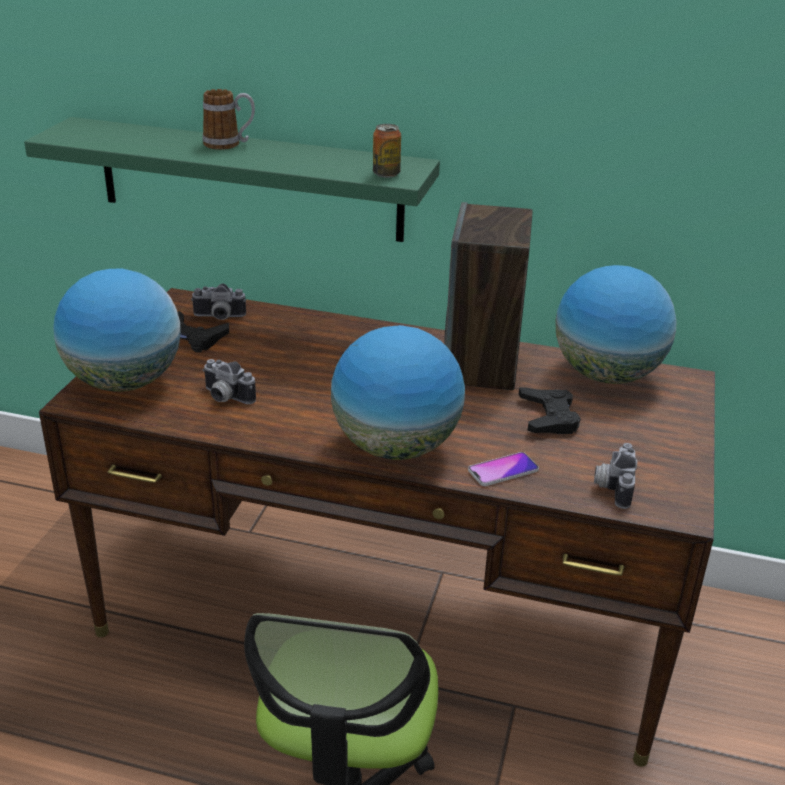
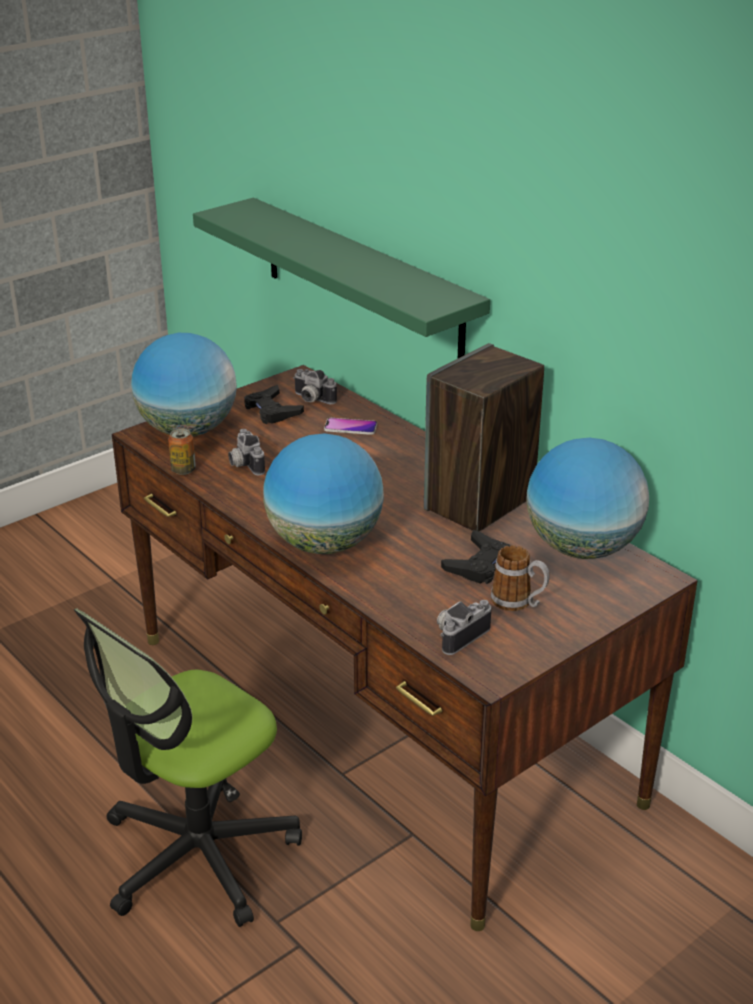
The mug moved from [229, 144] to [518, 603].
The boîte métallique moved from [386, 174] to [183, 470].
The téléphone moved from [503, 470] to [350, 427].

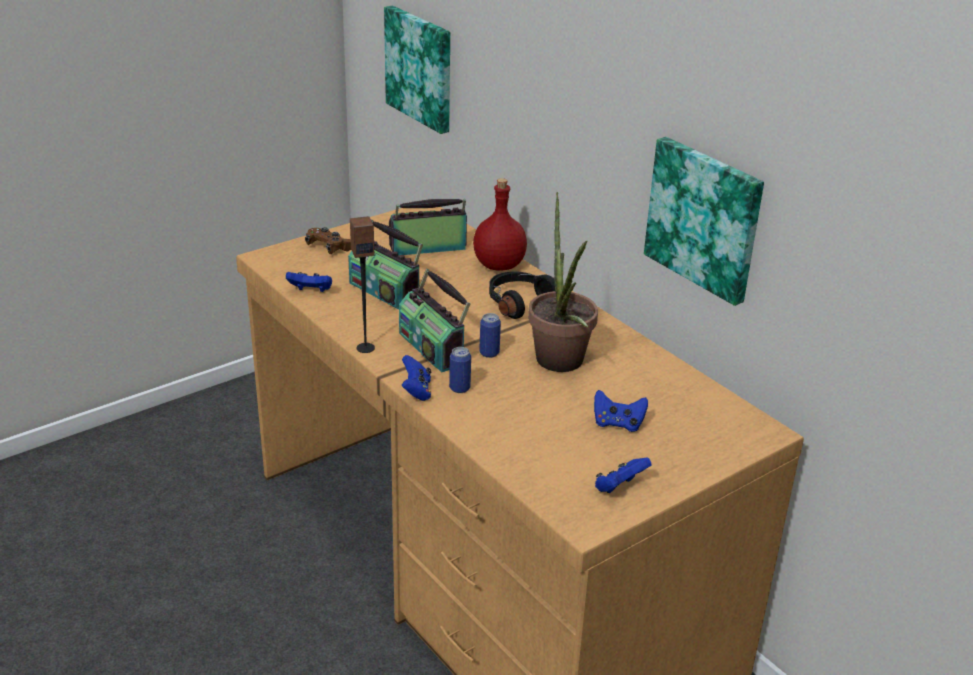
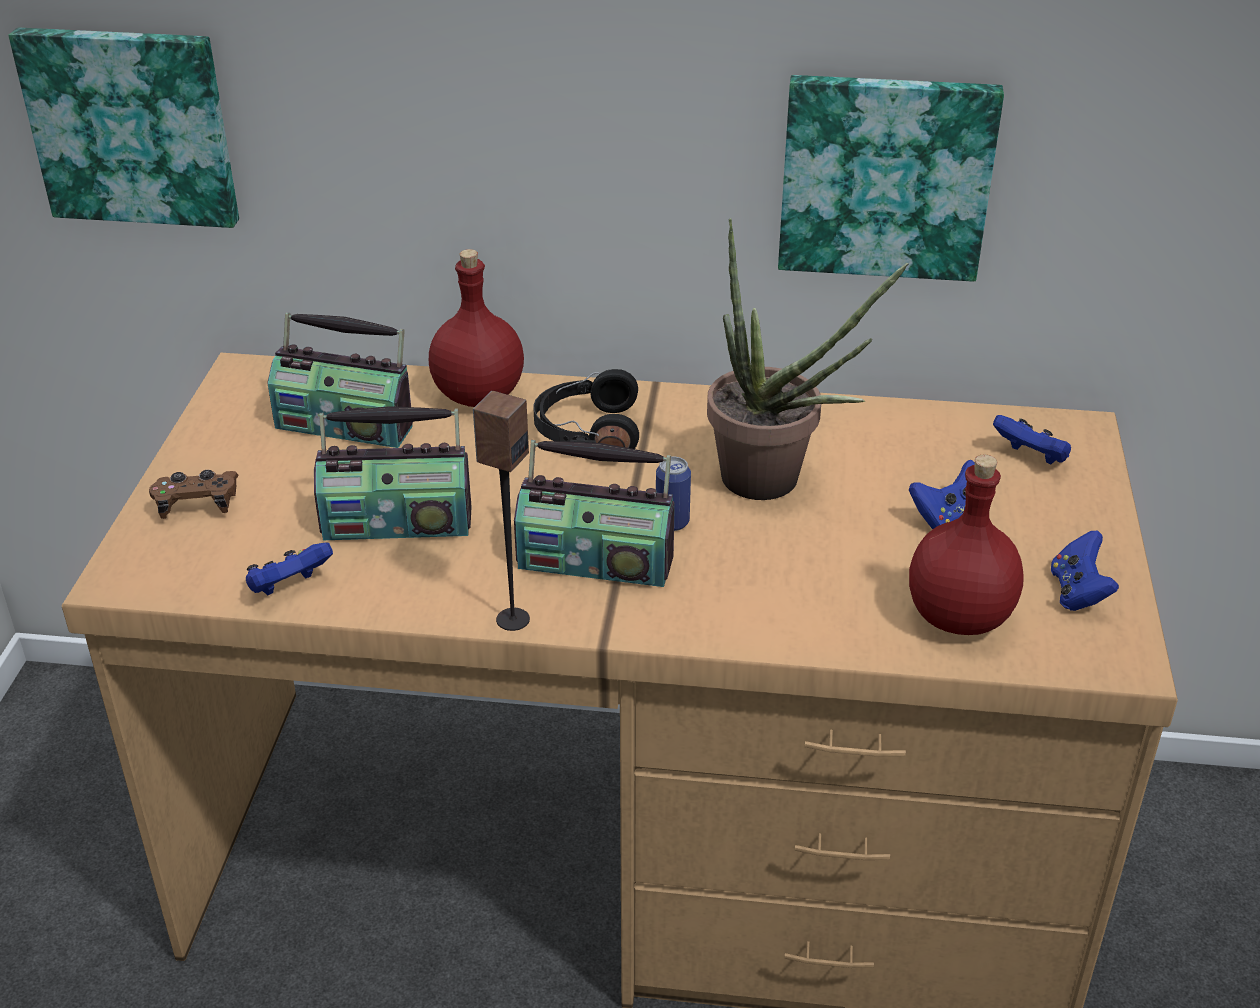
The radio at [428, 248] turned 105 degrees counterclockwise.
The boîte métallique at [459, 388] disappeared.
The manette/bleu moved from [416, 391] to [1031, 457].
The bouteille/rouge at [961, 618] appeared.

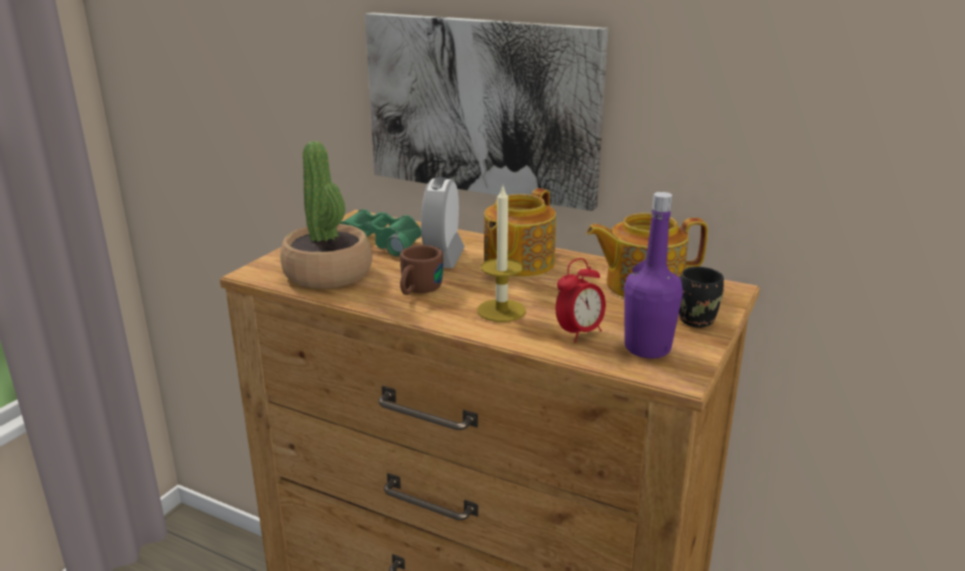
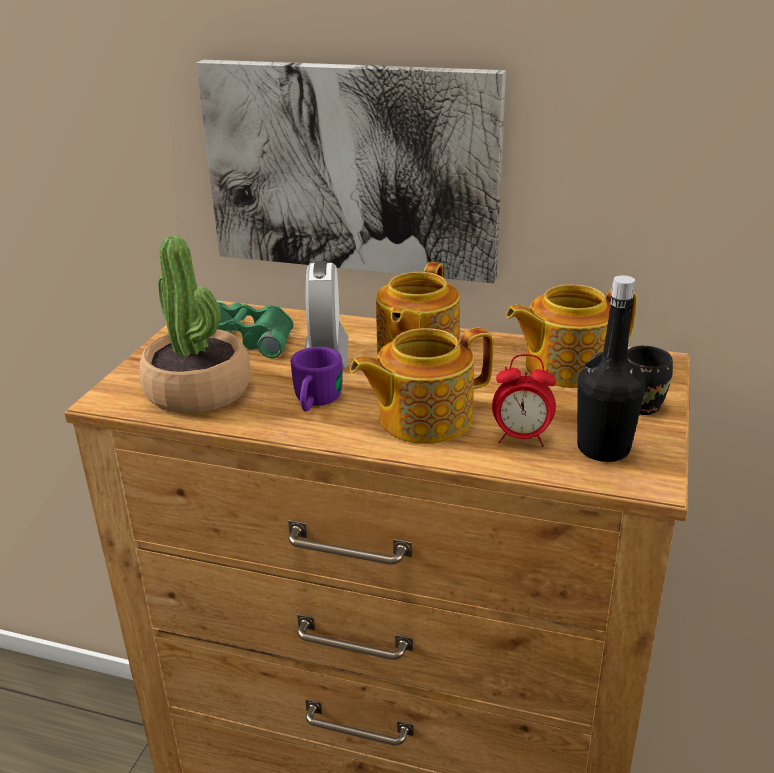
The bougie at [501, 310] was replaced by the théière at [422, 418].
The bouteille/violet at [647, 348] became the bouteille/noir at [603, 448].
The mug/marron at [417, 291] became the mug/violet at [315, 402].
The réveil at [579, 333] turned 60 degrees clockwise.

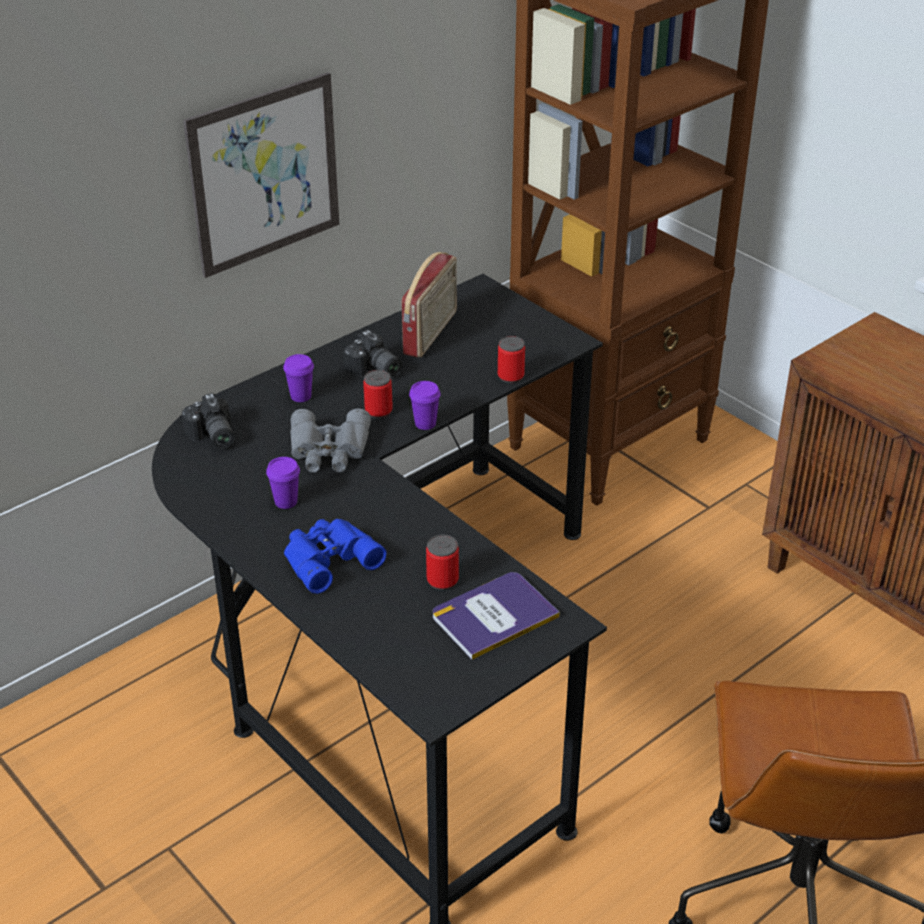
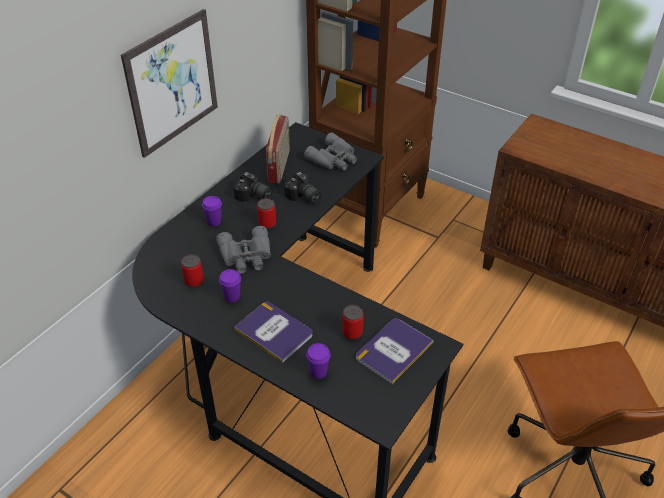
The boîte métallique moved from [510, 376] to [194, 281].
The tasse/violet moved from [425, 423] to [318, 372].
The appareil photo moved from [212, 437] to [303, 197].
The jumelles/bleu at [328, 558] was replaced by the livre at [274, 331].
The jumelles/gris at [334, 159] appeared.

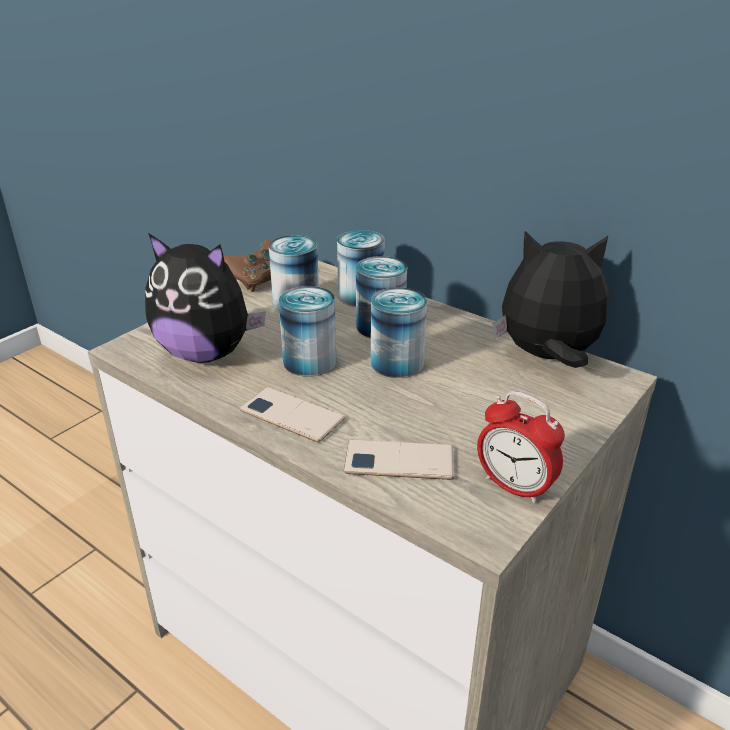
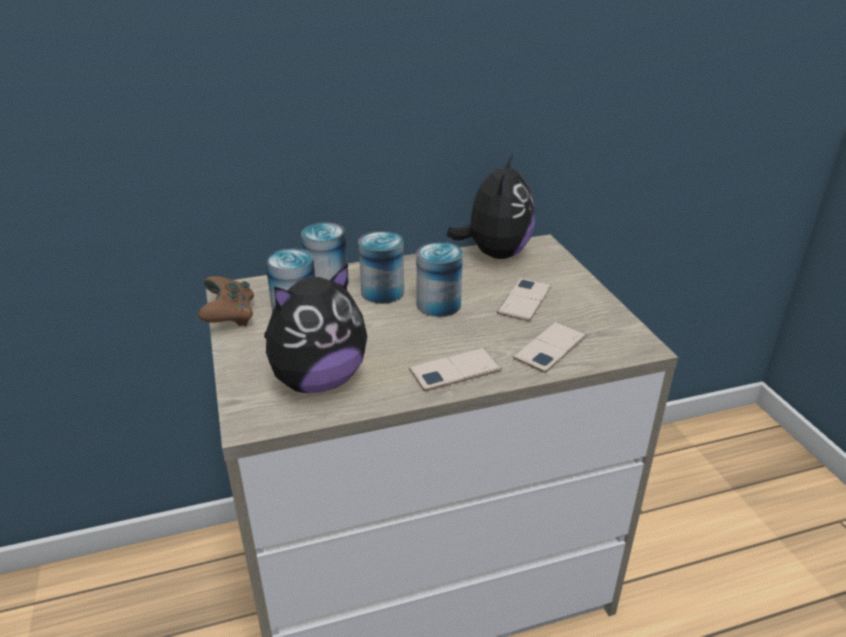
The peluche at [547, 357] turned 150 degrees clockwise.
The boîte métallique at [309, 361] disappeared.
The réveil at [514, 487] disappeared.
The téléphone at [524, 300] appeared.

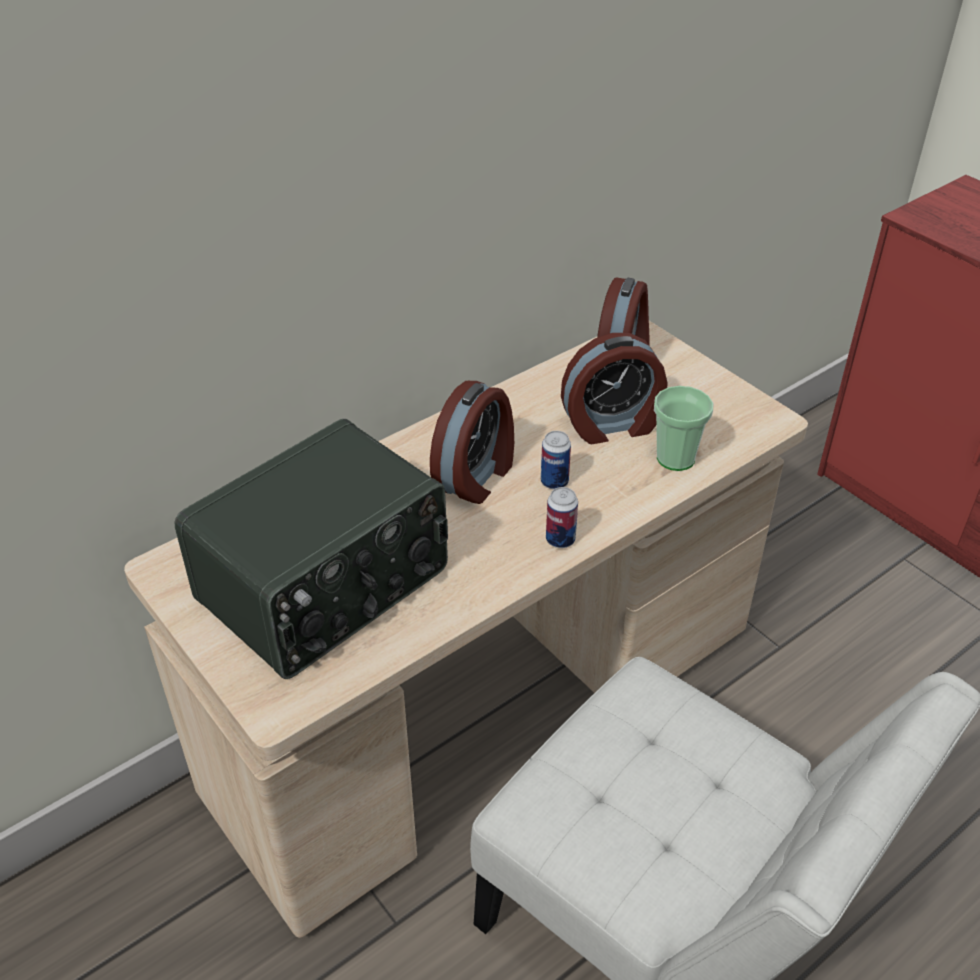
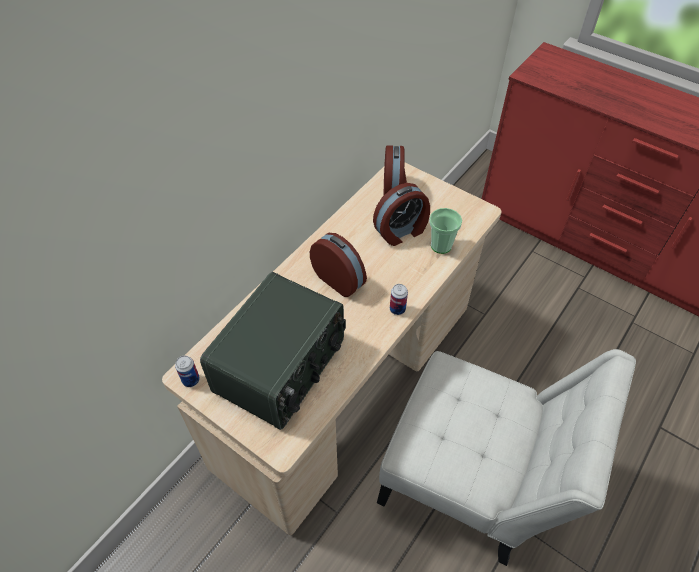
The réveil at [477, 476] turned 60 degrees counterclockwise.
The boîte métallique moved from [554, 482] to [191, 380].

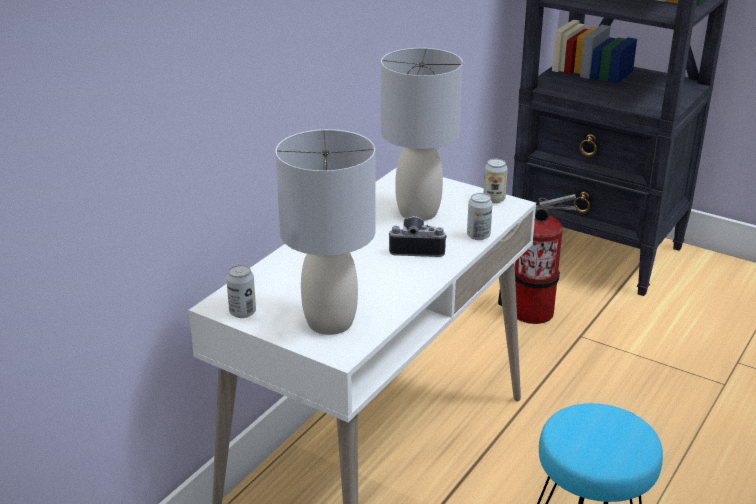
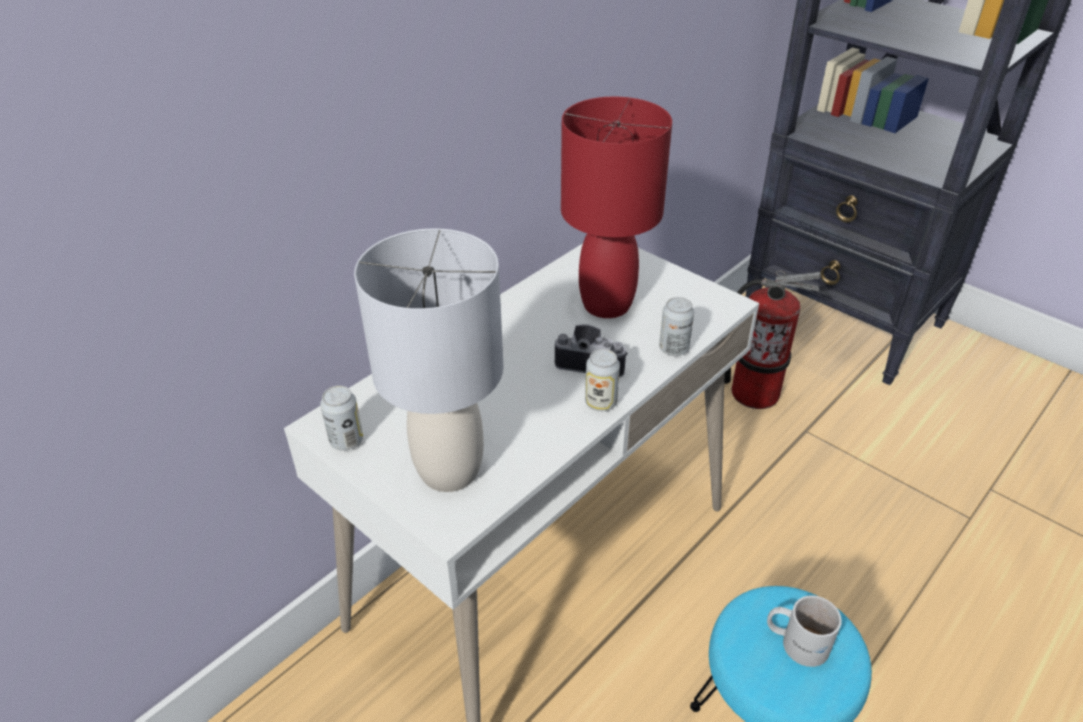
The lampe de table/gris at [417, 212] became the lampe de table/rouge at [605, 305].
The boîte métallique moved from [494, 199] to [601, 403].
The mug/blanc at [797, 640] appeared.

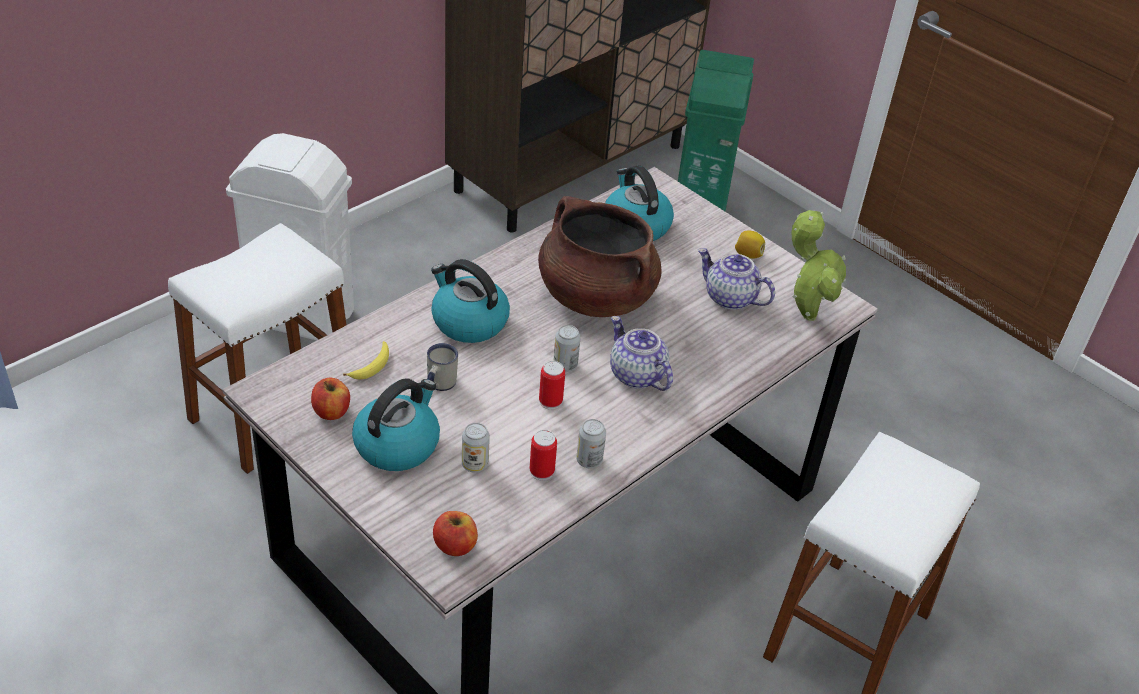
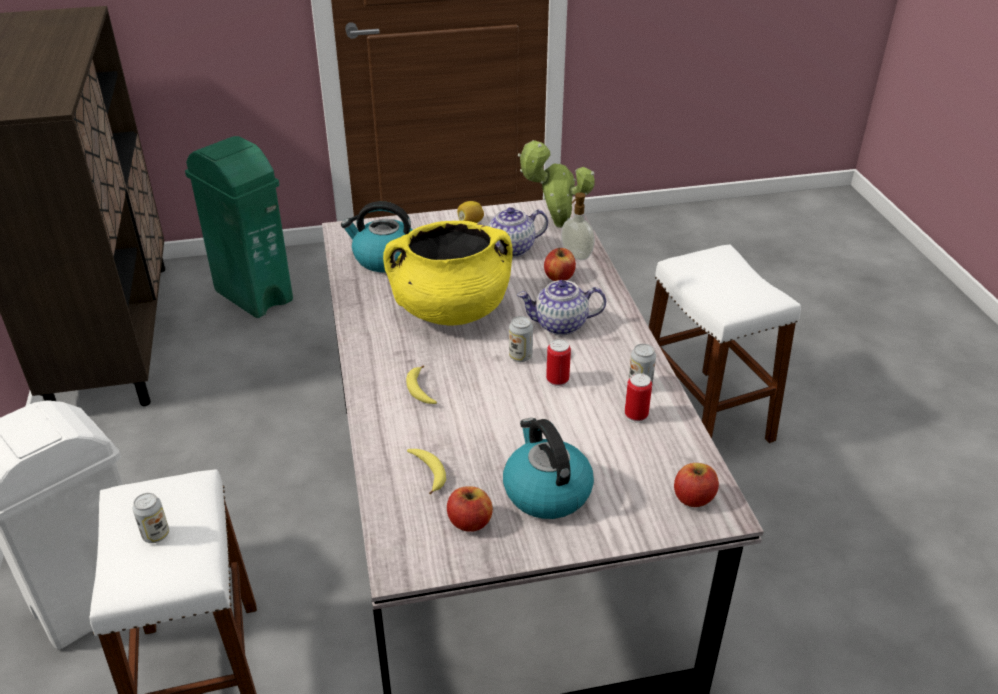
The marmite/marron at [595, 296] became the marmite/jaune at [451, 310].
The bouilloire at [468, 322] was replaced by the banane at [420, 390].
The mug/blanc at [439, 385] disappeared.
The boîte métallique moved from [475, 464] to [156, 535].
The distributeur de savon at [576, 256] appeared.
The pomme at [559, 277] appeared.

